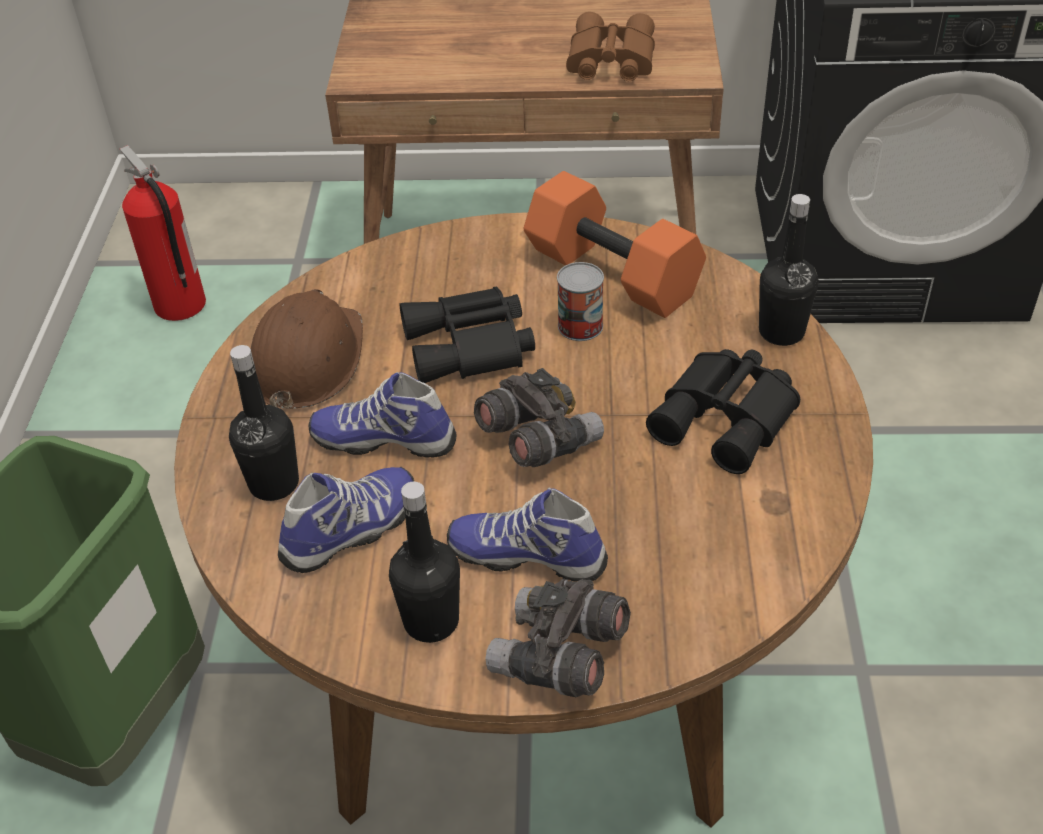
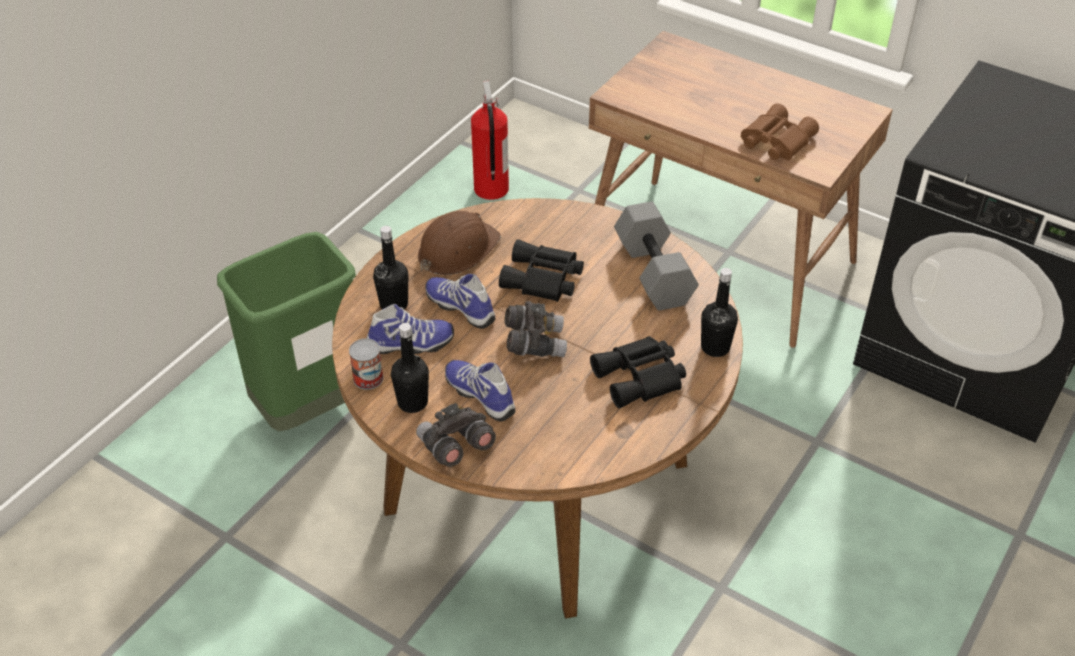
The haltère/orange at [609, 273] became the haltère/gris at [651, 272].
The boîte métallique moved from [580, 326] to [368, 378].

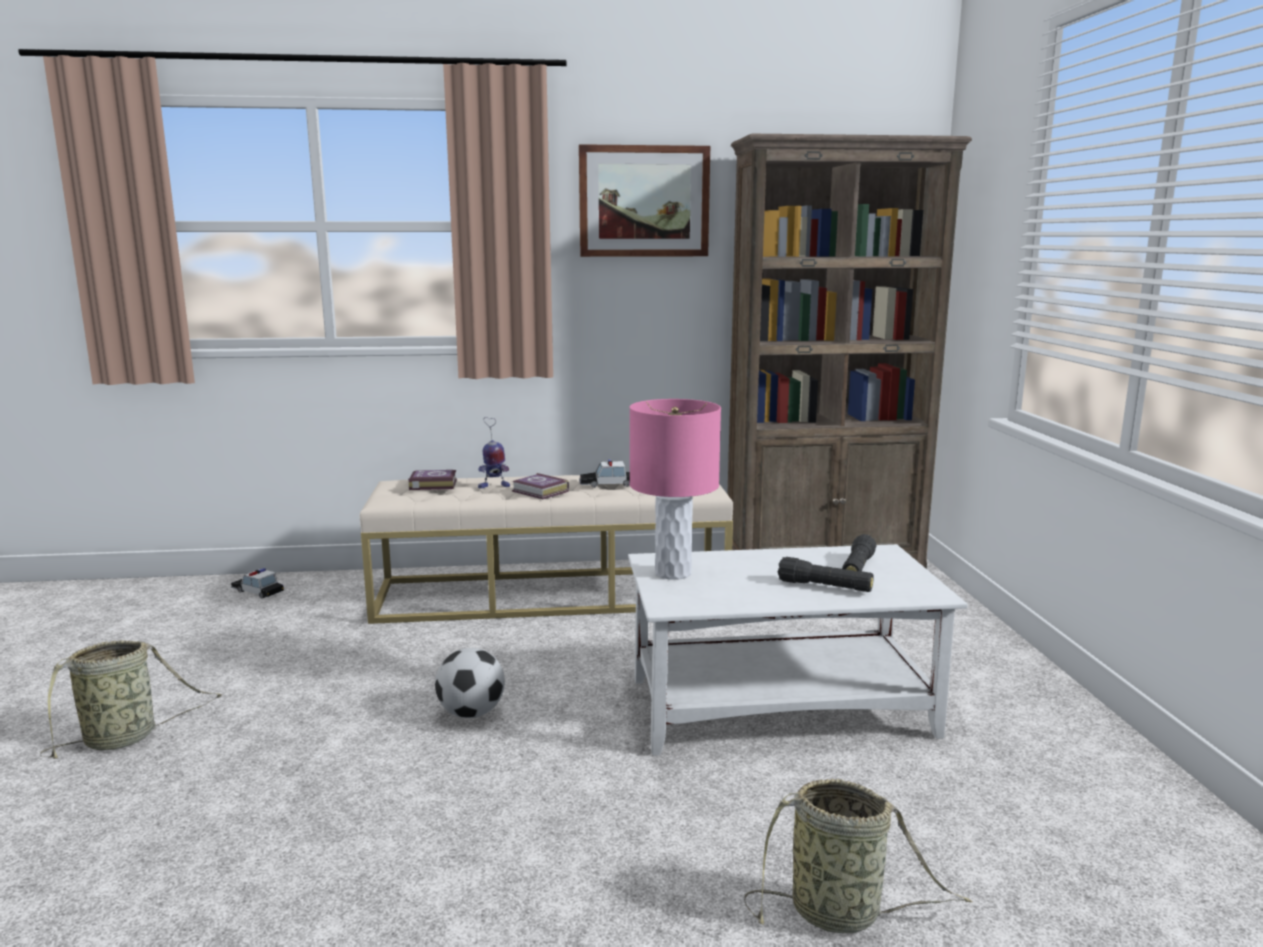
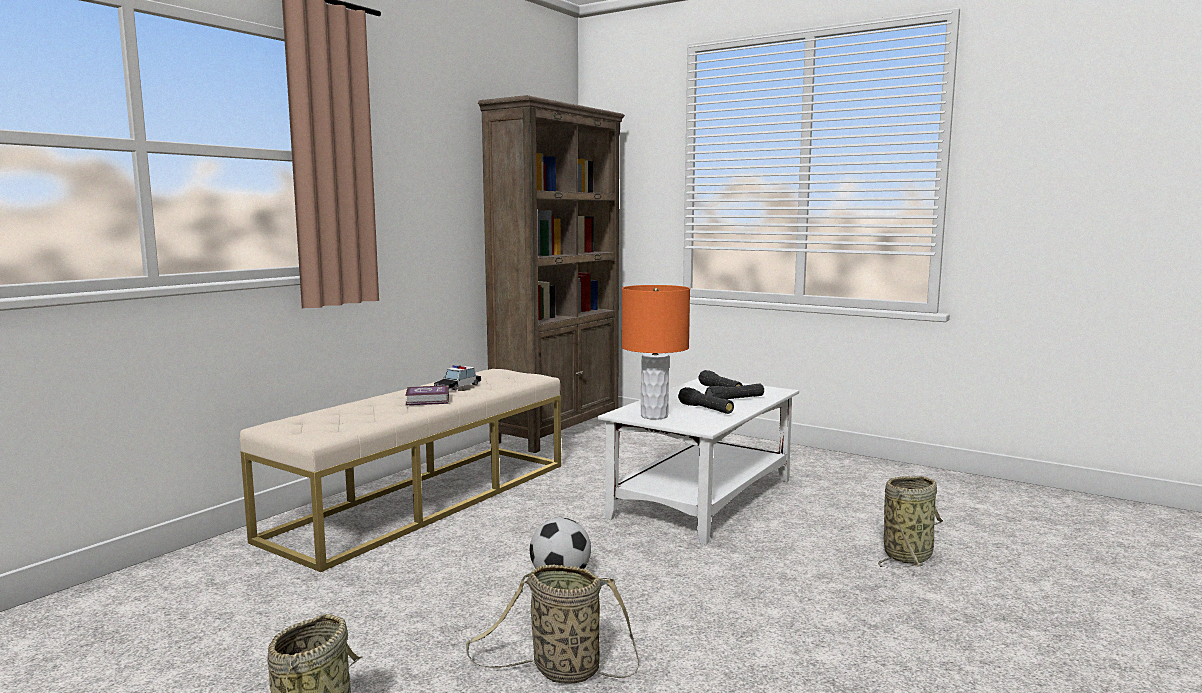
The tableau at [644, 201] disappeared.
The lampe de table/rose at [672, 573] became the lampe de table/orange at [653, 416].
The robot jouet at [493, 486] disappeared.
The livre at [432, 484] disappeared.
The petite voiture at [257, 591] disappeared.
The lampe de poche/noir at [705, 409] appeared.
The panier at [561, 671] appeared.

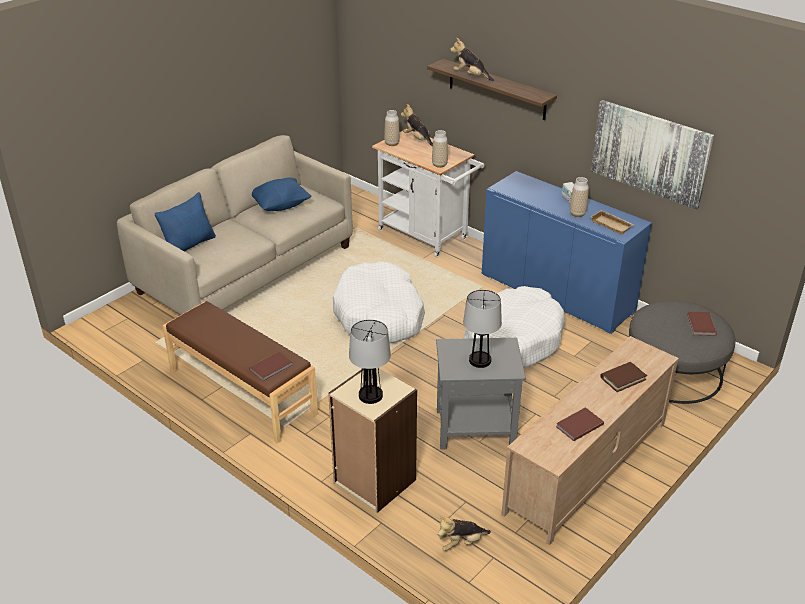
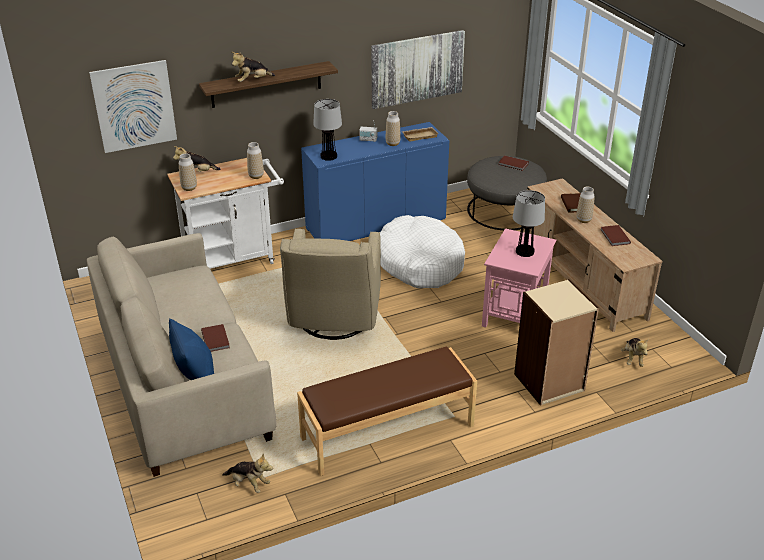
The coussin/bleu at [280, 205] disappeared.
The panier pour chien/blanc at [379, 315] was replaced by the fauteuil/beige at [333, 319].
The lampe de table moved from [371, 396] to [329, 156].
The table d'appoint/gris at [474, 428] became the table d'appoint/rose at [514, 315].
The livre/marron moved from [272, 368] to [216, 339].
The tableau at [134, 106] appeared.
The vase at [583, 220] appeared.
The peluche at [249, 484] appeared.

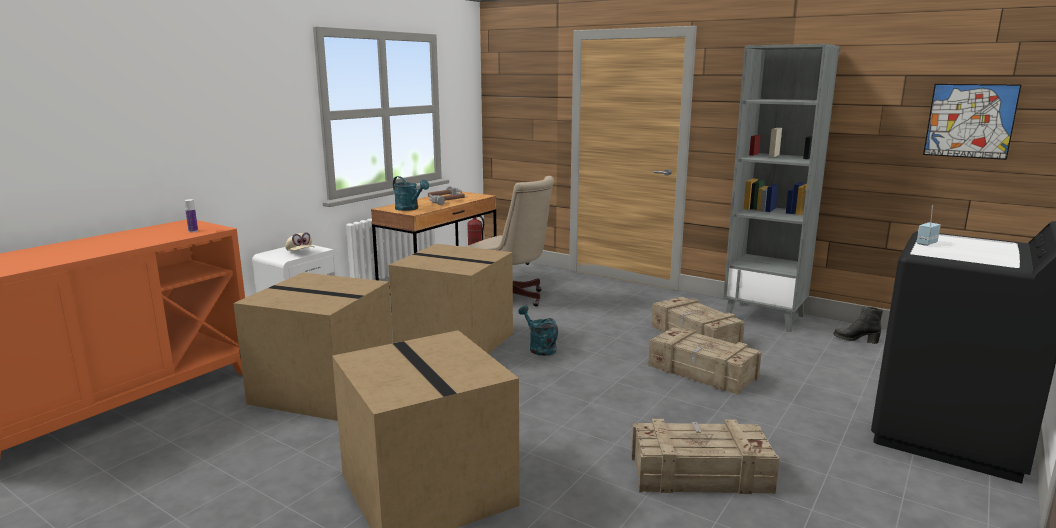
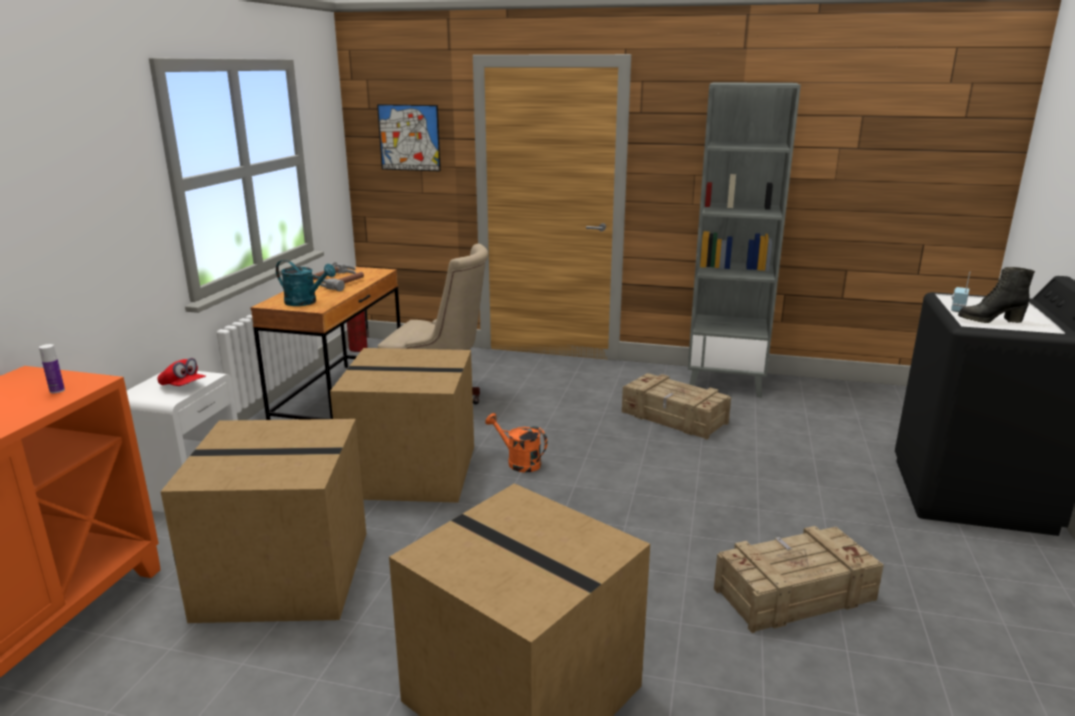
The tableau moved from [970, 121] to [409, 137].
The casquette/beige at [300, 253] became the casquette/rouge at [183, 386].
The arrosoir/turquoise at [539, 348] became the arrosoir/orange at [518, 462].
The botte/noir moved from [855, 339] to [989, 320].
The caisse at [702, 373] disappeared.

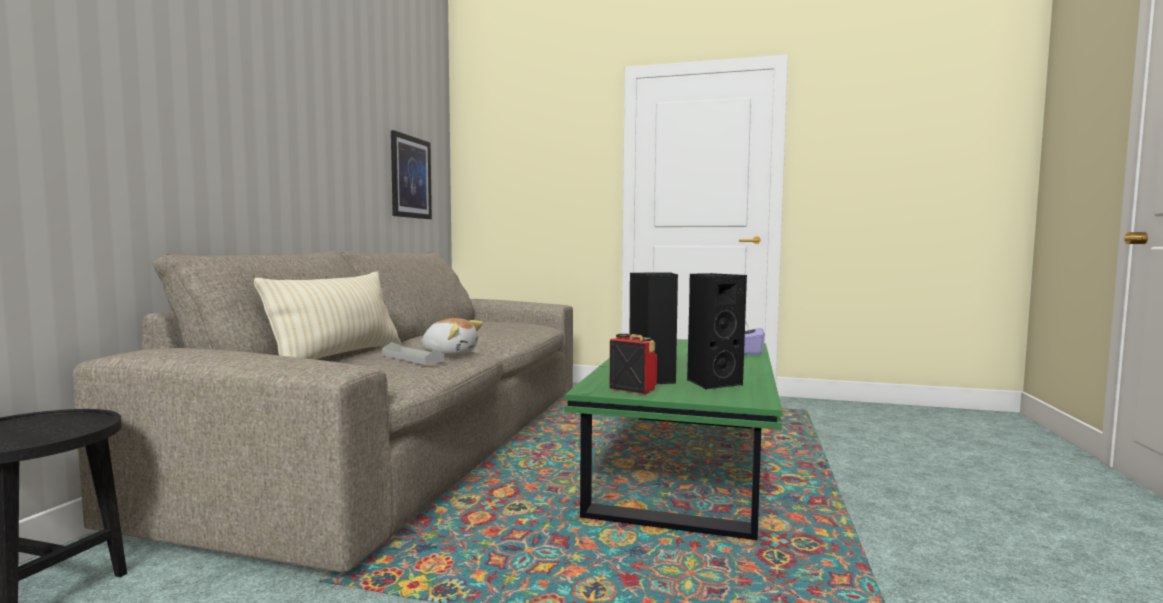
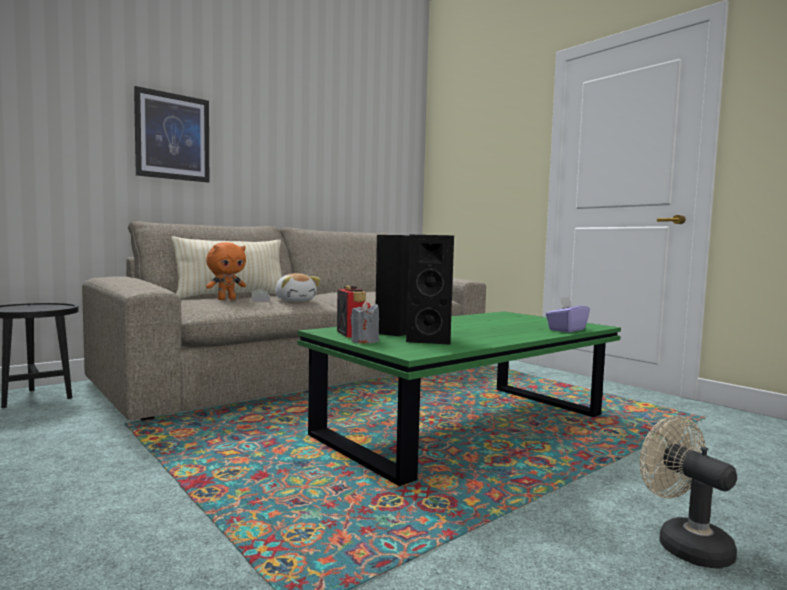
The tableau moved from [410, 177] to [172, 137].
The peluche/orange at [226, 299] appeared.
The bougie/gris at [364, 341] appeared.
The ventilateur/beige at [684, 544] appeared.

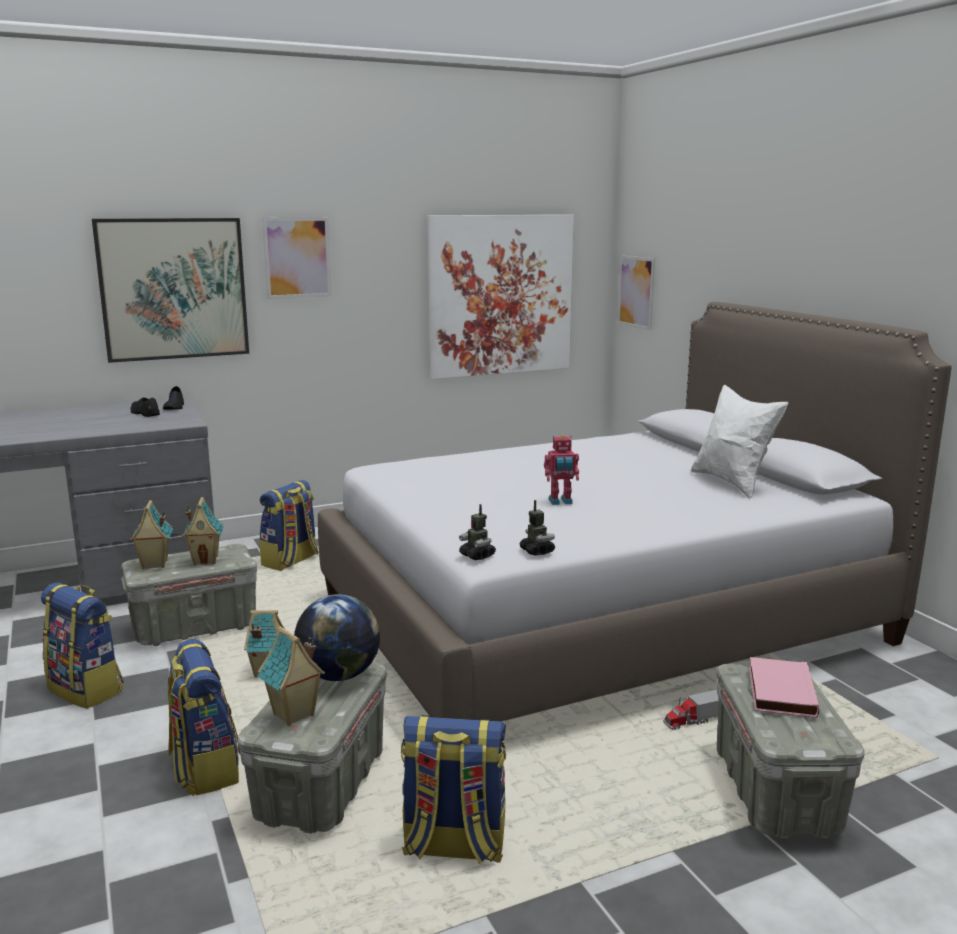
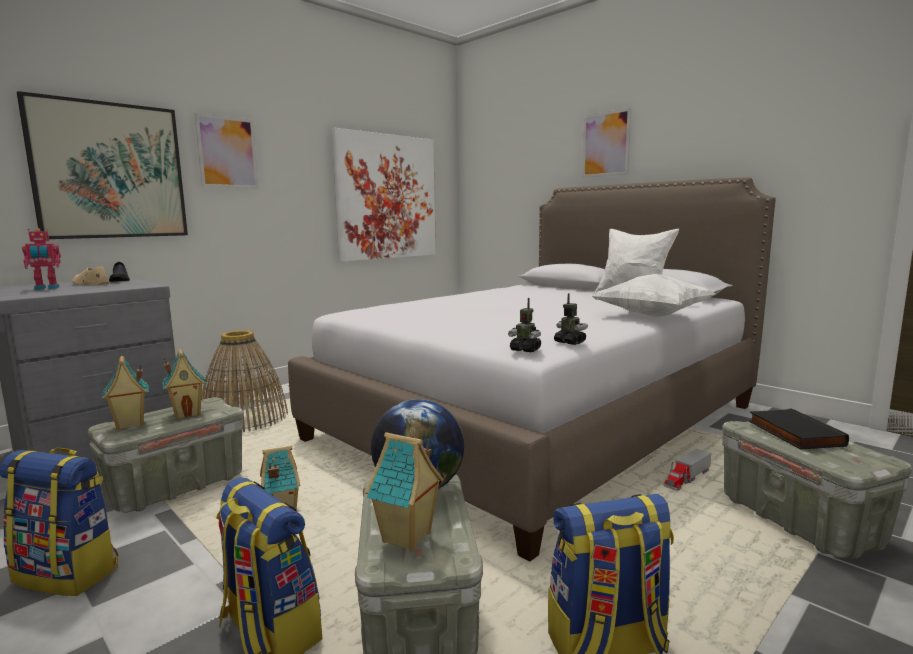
The tableau moved from [636, 292] to [606, 144].
The chaussure/noir at [144, 413] became the chaussure/beige at [90, 284].
The robot jouet moved from [560, 502] to [46, 288].
The sac à dos at [290, 561] was replaced by the panier at [245, 418].
The livre/rose at [779, 691] became the livre/noir at [793, 433].
The coussin/blanc at [652, 315] appeared.

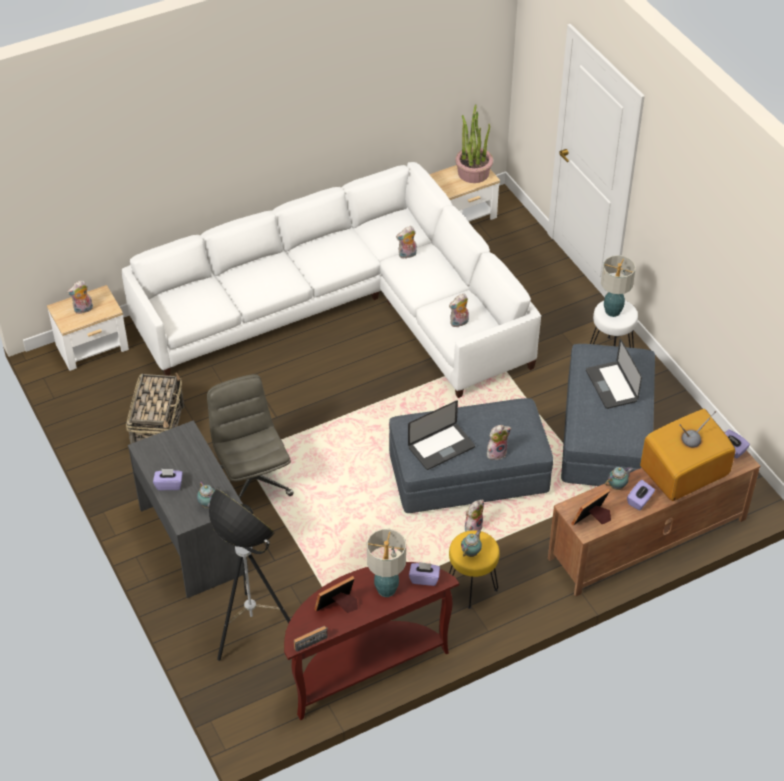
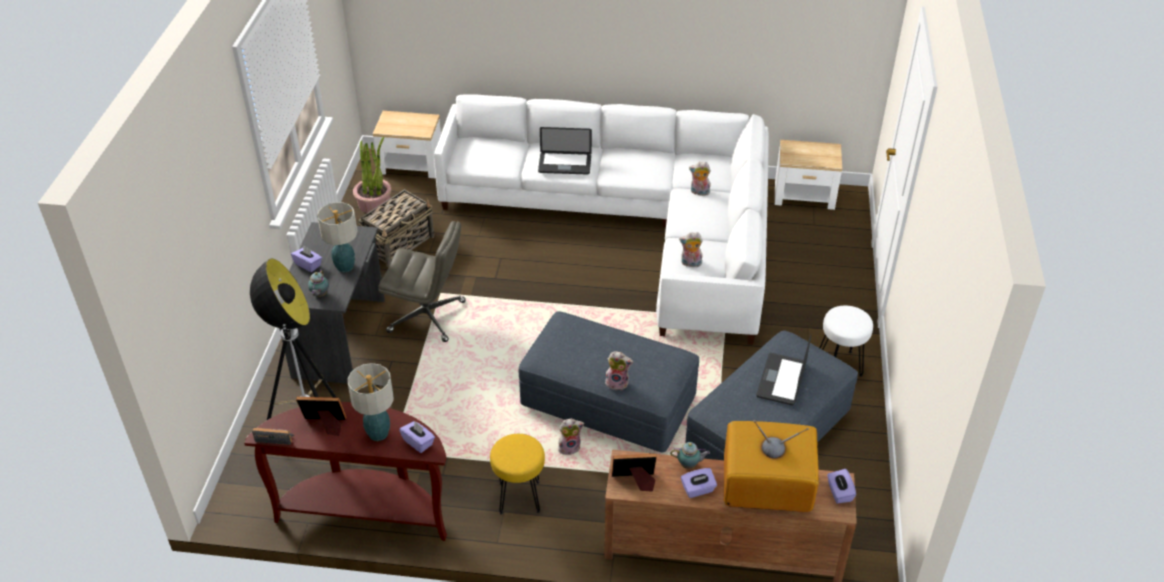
The plante en pot moved from [473, 172] to [374, 203].
The lampe de table moved from [613, 311] to [345, 267].
The peluche at [83, 310] disappeared.
The chaise de bureau/gris at [252, 481] turned 90 degrees clockwise.
The ordinateur portable moved from [441, 447] to [564, 164].
The théière at [471, 552] disappeared.

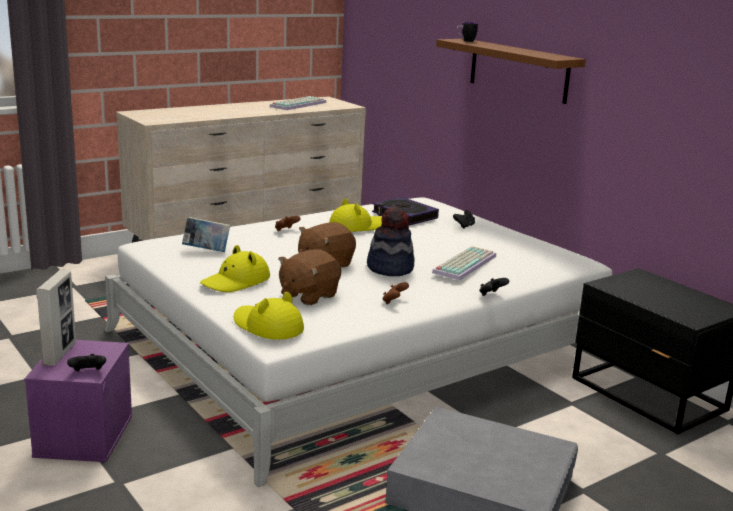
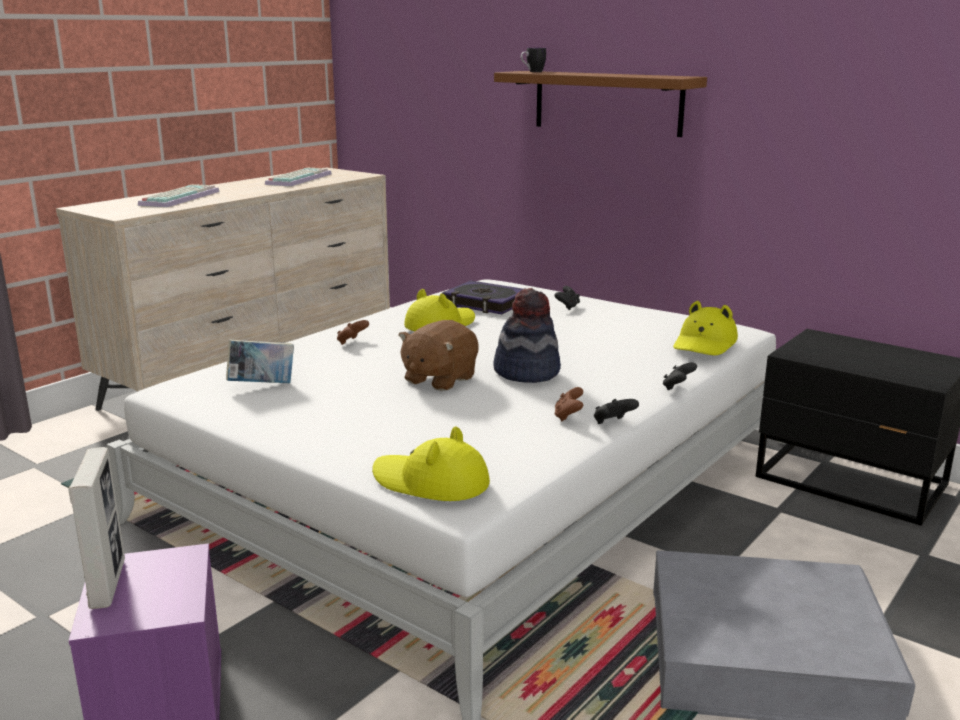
The chapeau/jaune moved from [236, 282] to [704, 344].
The clavier moved from [464, 263] to [179, 198].
The peluche/marron at [308, 295] disappeared.
The manette/noir moved from [88, 373] to [613, 423].

